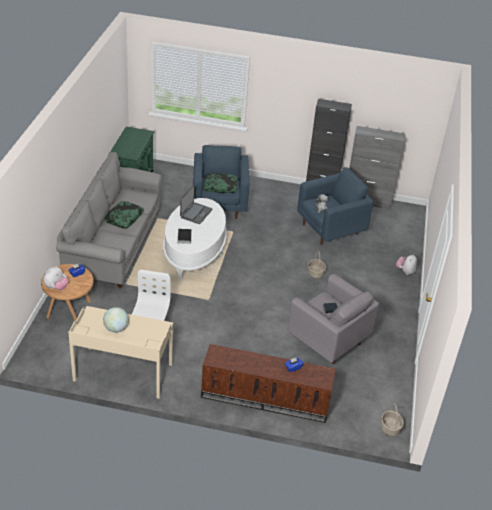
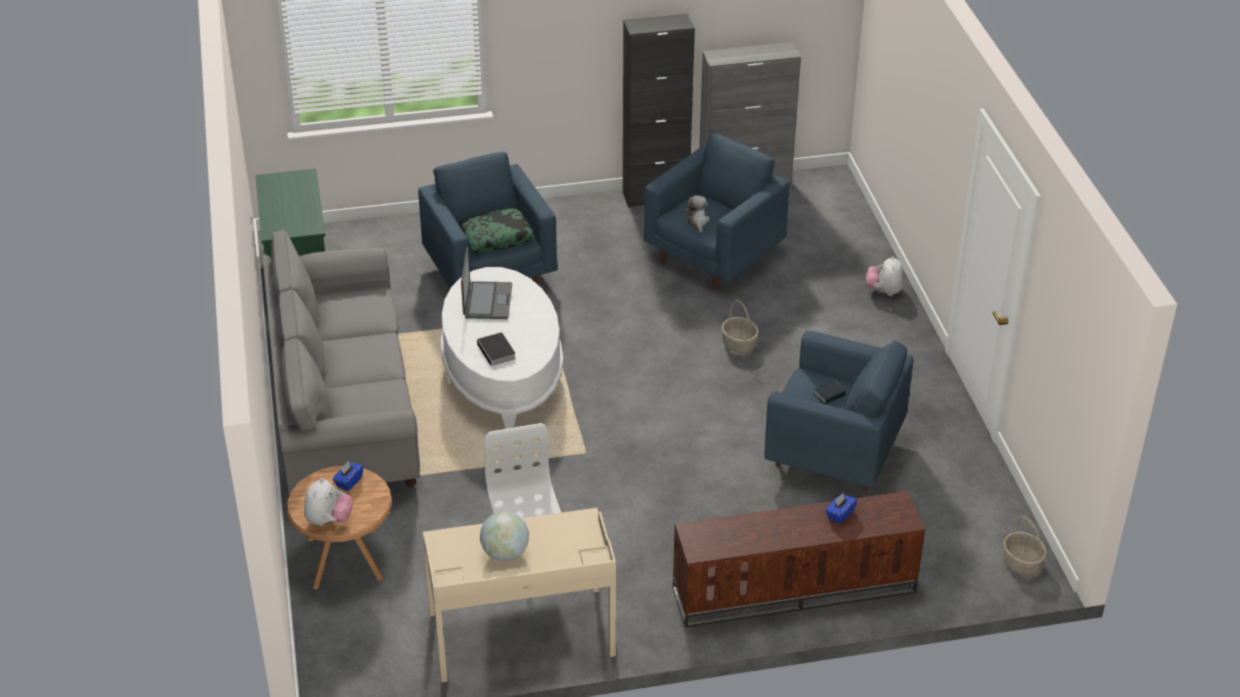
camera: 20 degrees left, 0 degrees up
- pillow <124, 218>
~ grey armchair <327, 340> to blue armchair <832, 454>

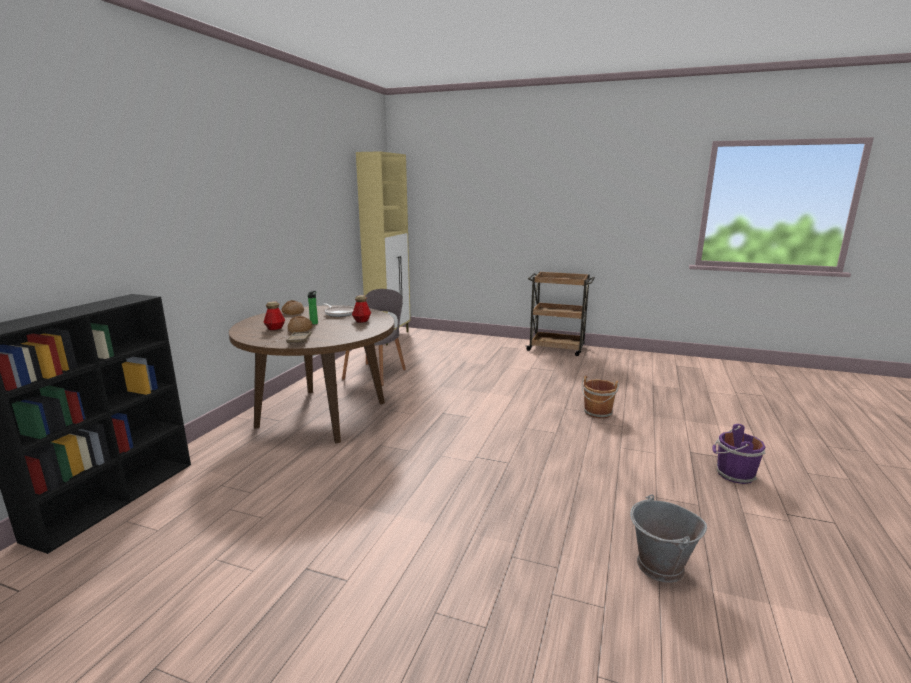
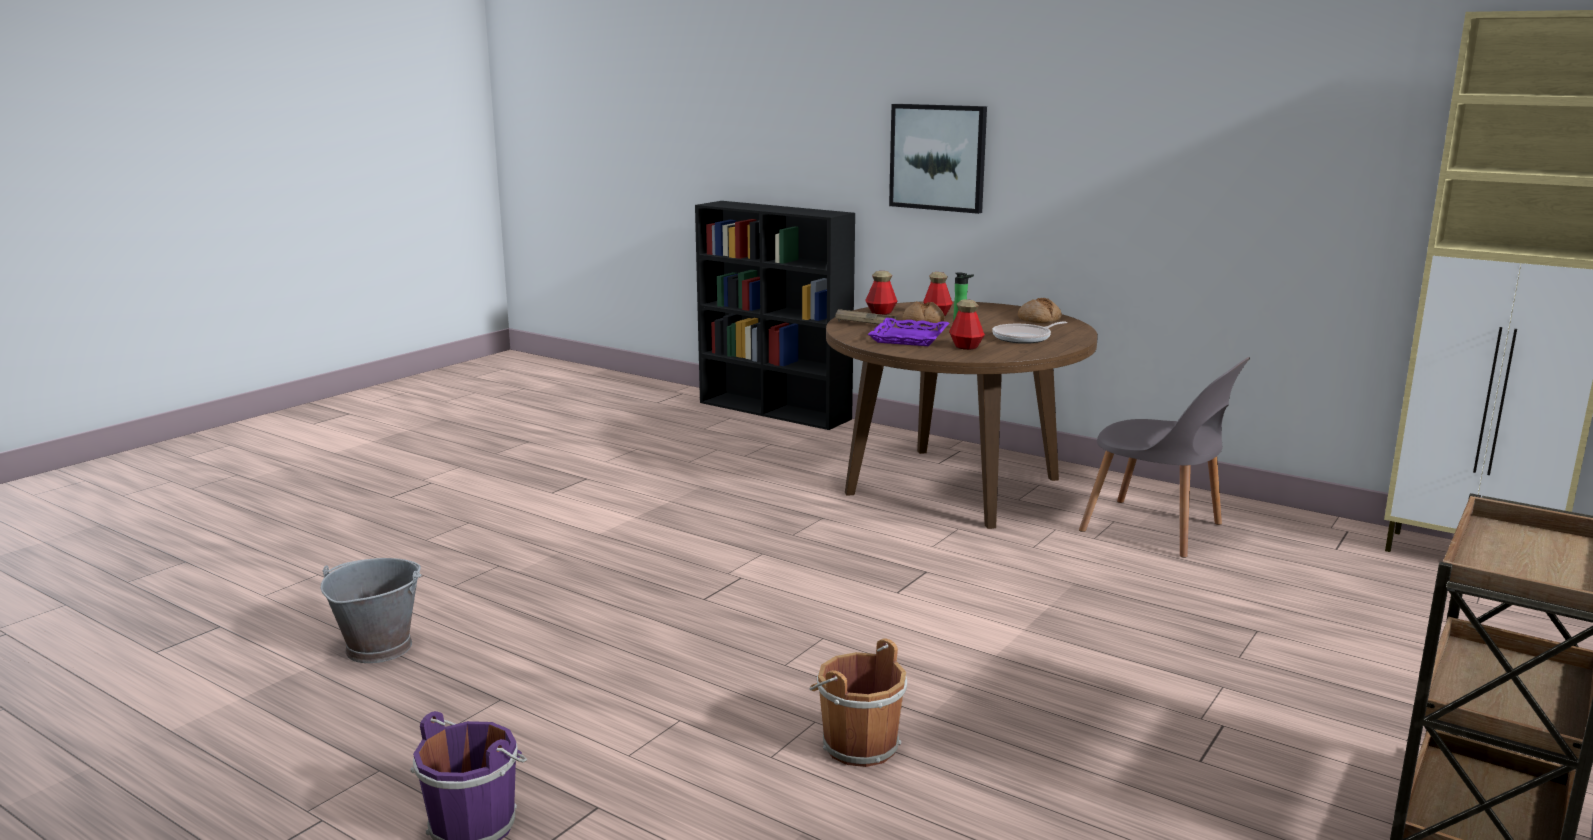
camera: 105 degrees right, 0 degrees up
+ bottle <881, 313>
+ purple tray <909, 338>
+ picture <938, 157>

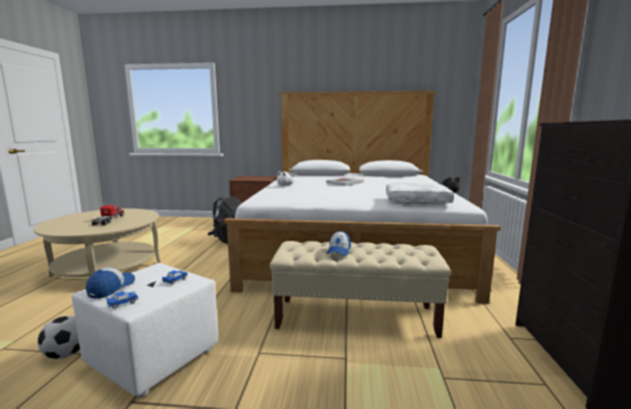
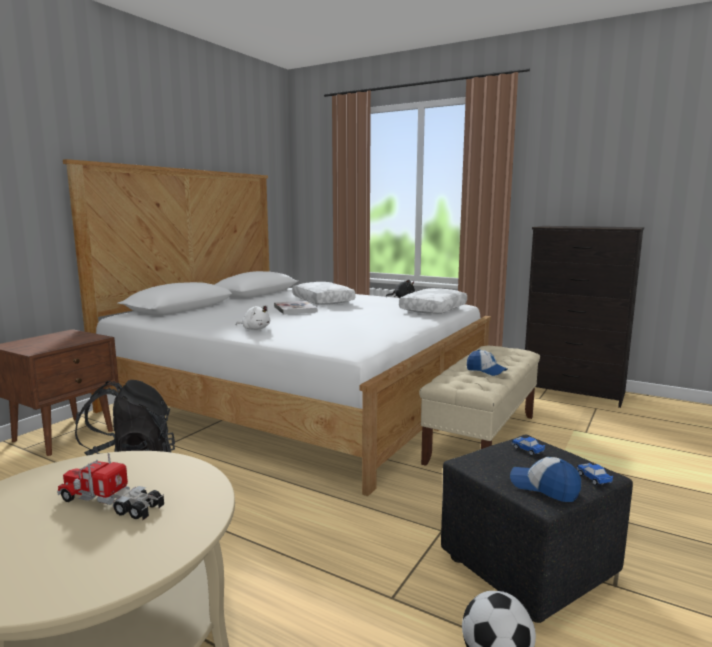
camera: 65 degrees left, 0 degrees up
+ white pillow <321, 301>
~ white ottoman <152, 358> to black ottoman <528, 569>

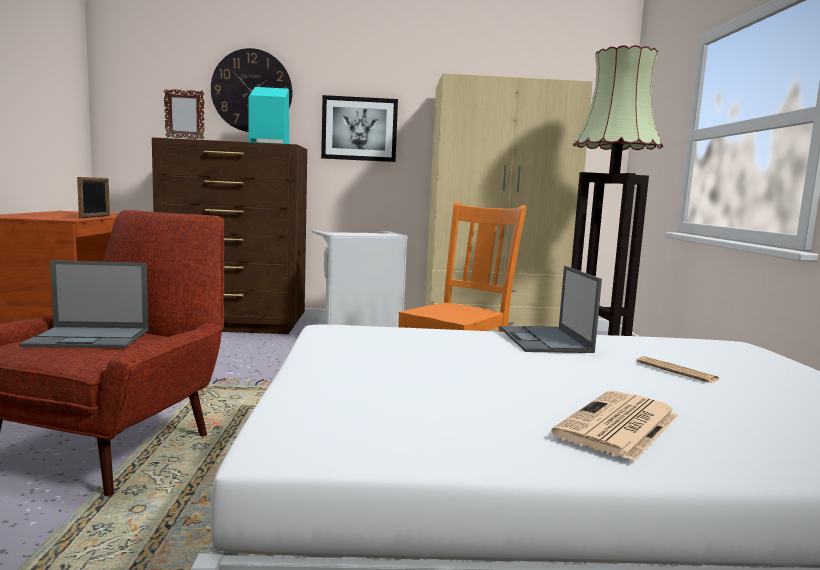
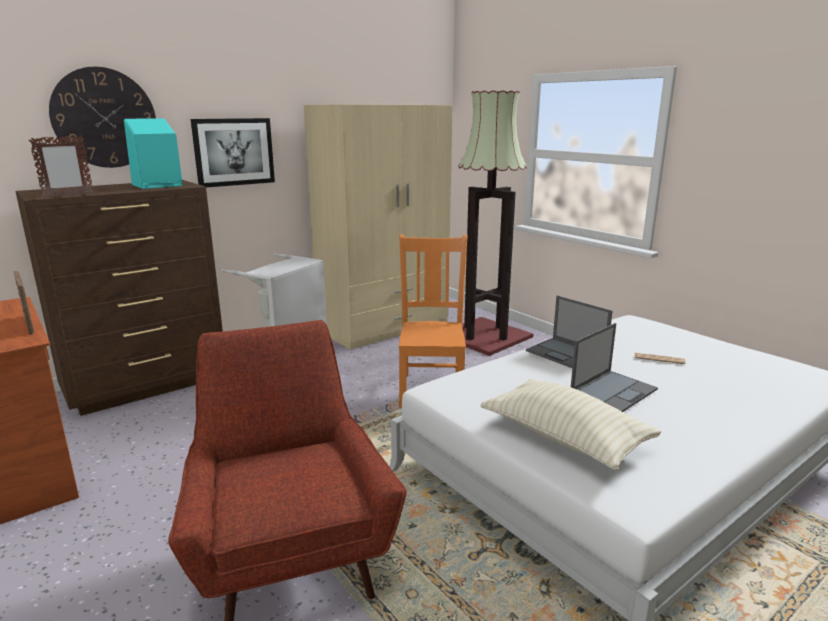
camera: 35 degrees left, 10 degrees up
- newspaper <618, 426>
+ beige pillow <565, 438>
~ laptop <90, 338> to <613, 391>

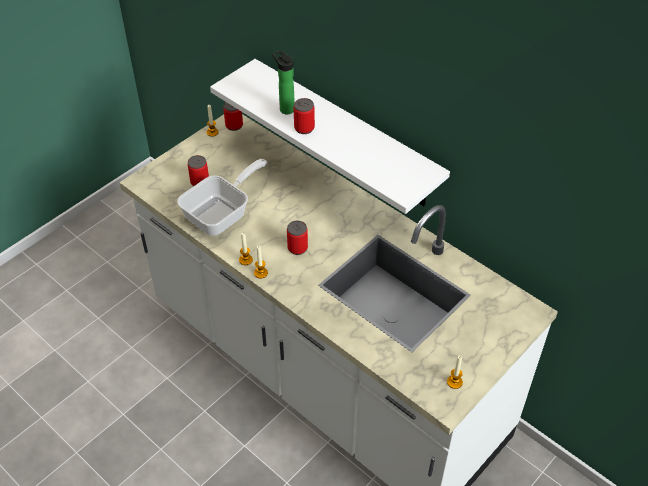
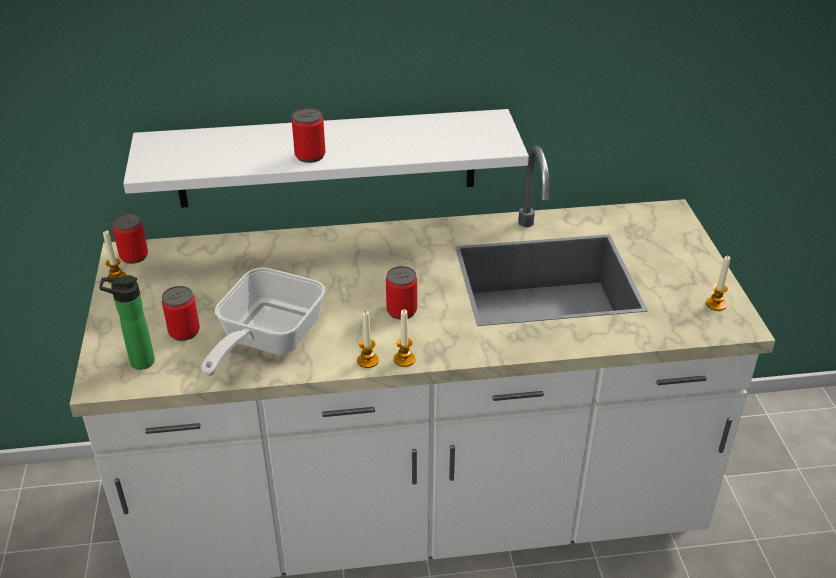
camera: 50 degrees left, 10 degrees down
~ bottle <285, 108> to <138, 362>
~ frying pan <222, 214> = <265, 340> 150 degrees counterclockwise

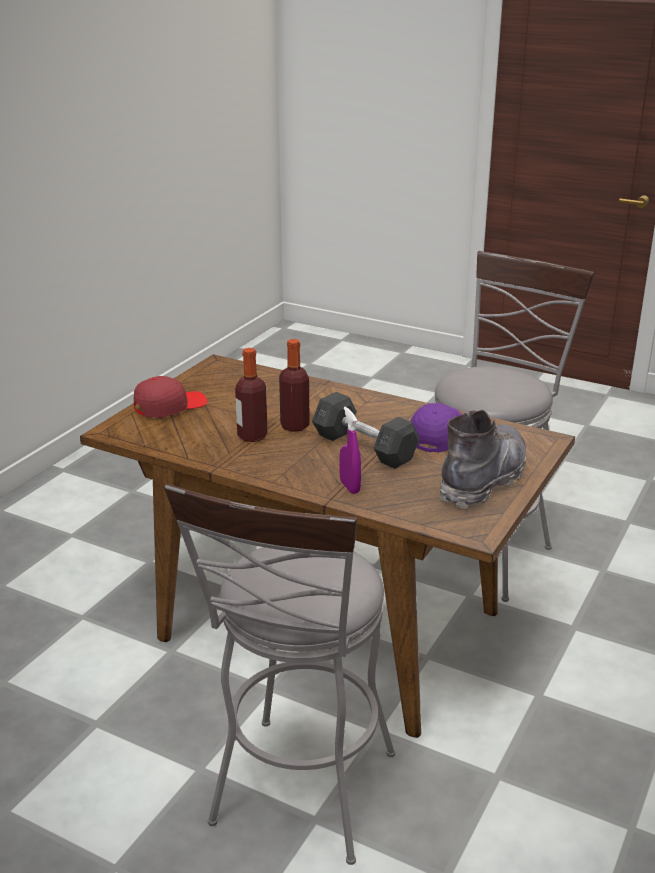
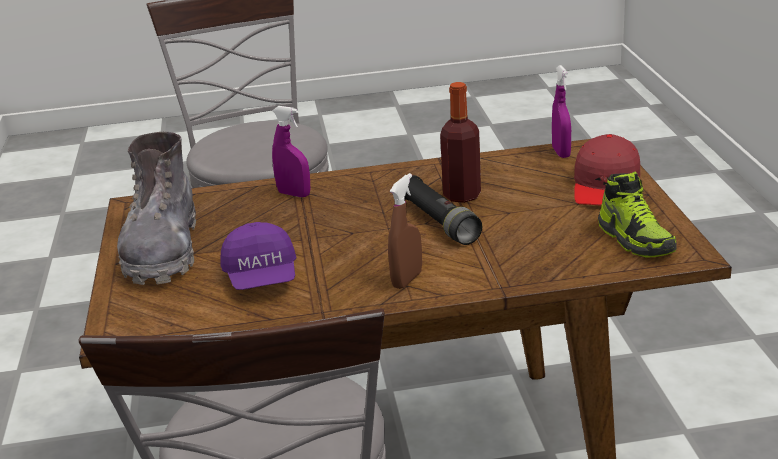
camera: 145 degrees right, 0 degrees up
- grey dumbbell <364, 447>
+ brown spray bottle <407, 280>
+ purple spray bottle <561, 152>
+ shoe <635, 239>
~ bottle <294, 426> to black flashlight <439, 222>

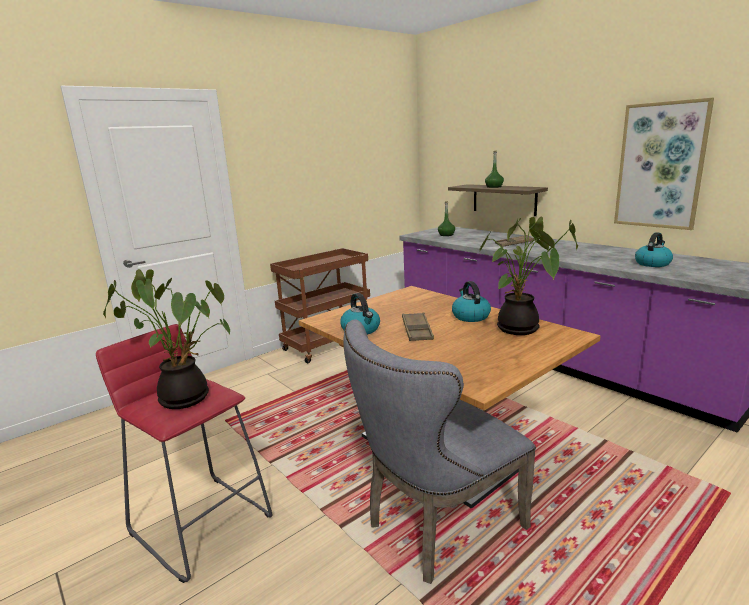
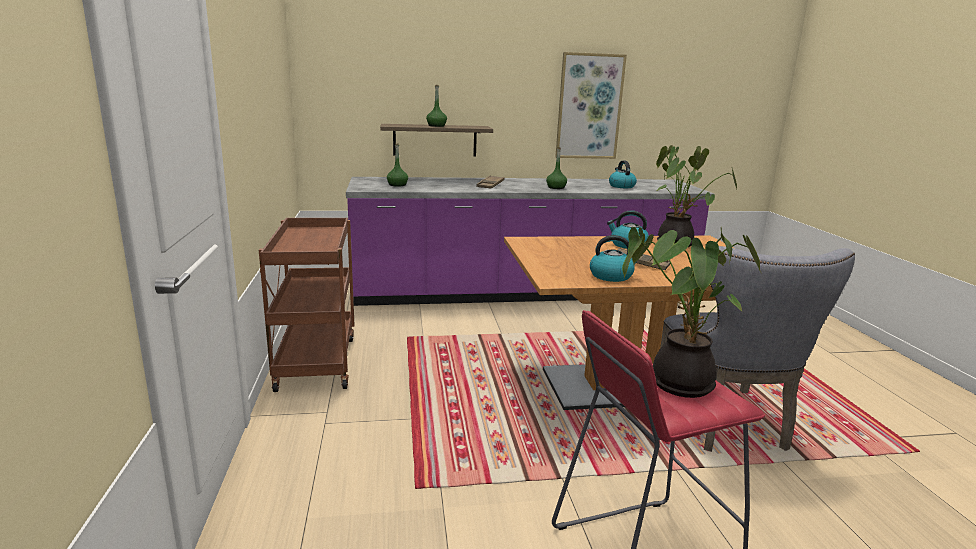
camera: 60 degrees left, 0 degrees up
+ green bottle <556, 187>

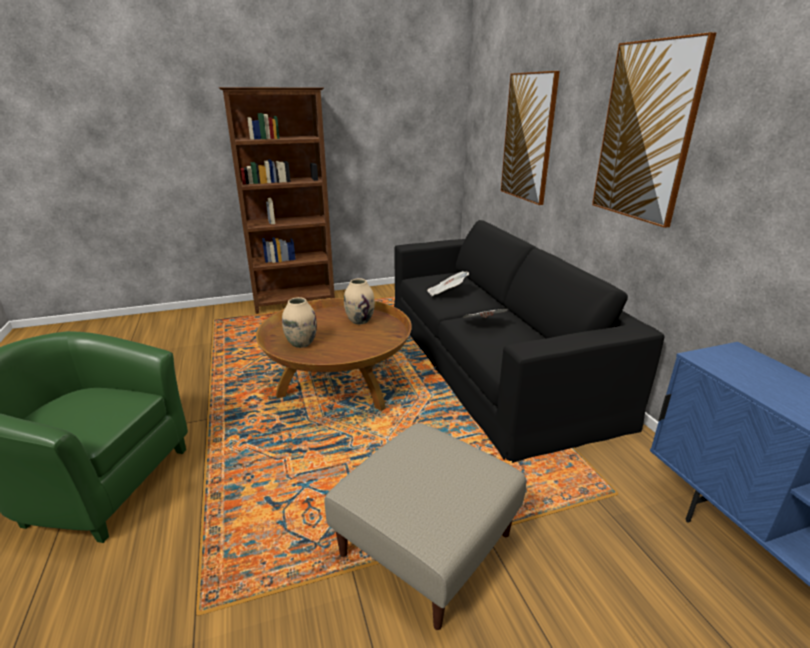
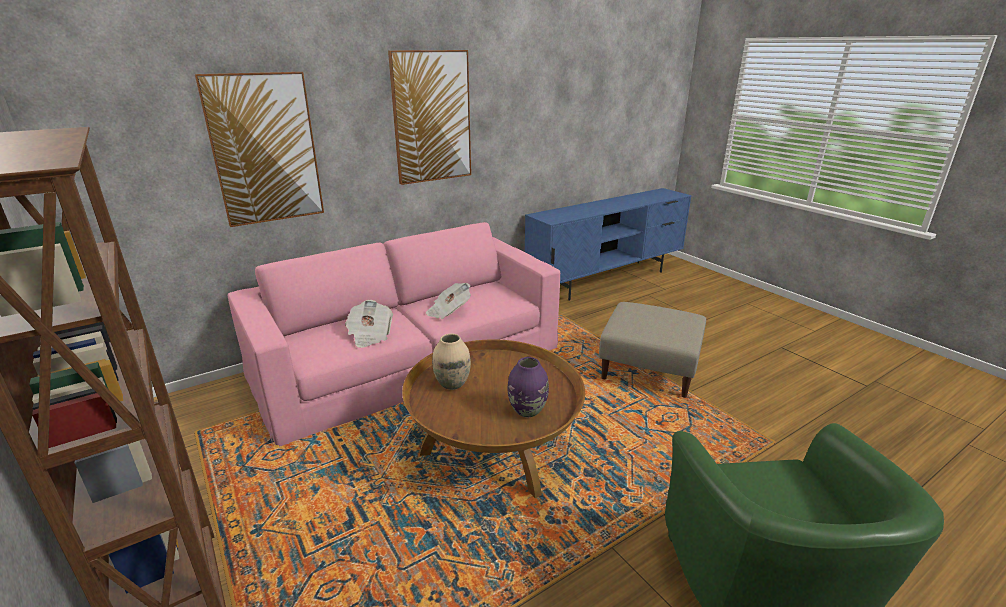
camera: 105 degrees left, 0 degrees up
~ beige vase <301, 343> to purple vase <527, 411>
~ black sofa <492, 359> to pink sofa <409, 360>

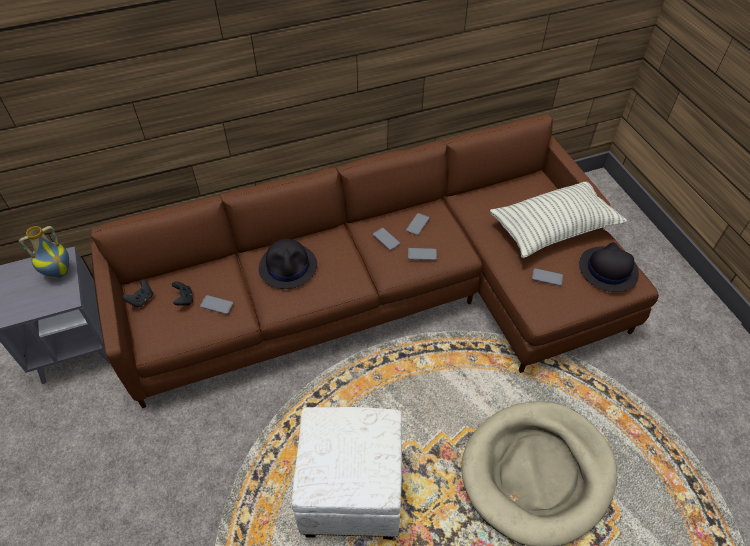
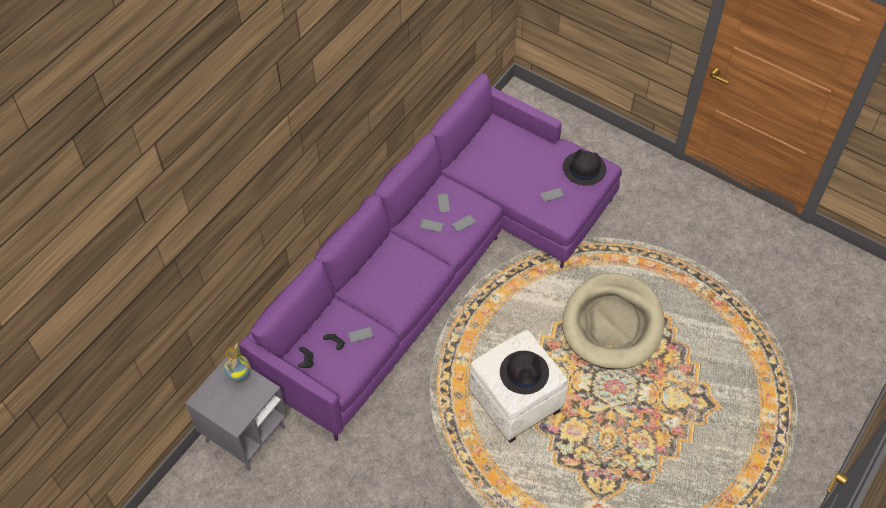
camera: 35 degrees left, 5 degrees up
- pillow <553, 228>
~ black hat <288, 266> to <524, 372>
~ brown sofa <390, 295> to purple sofa <438, 264>

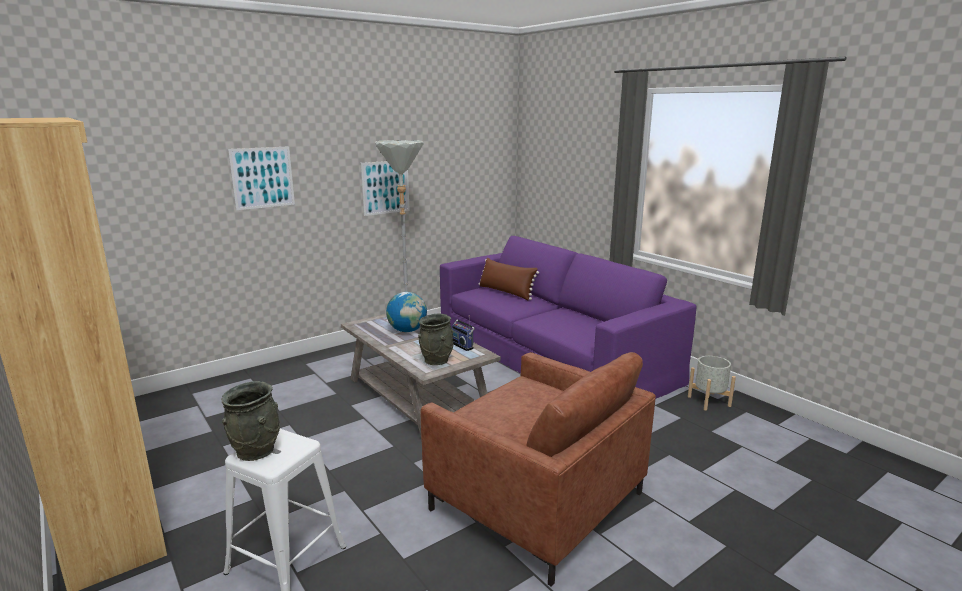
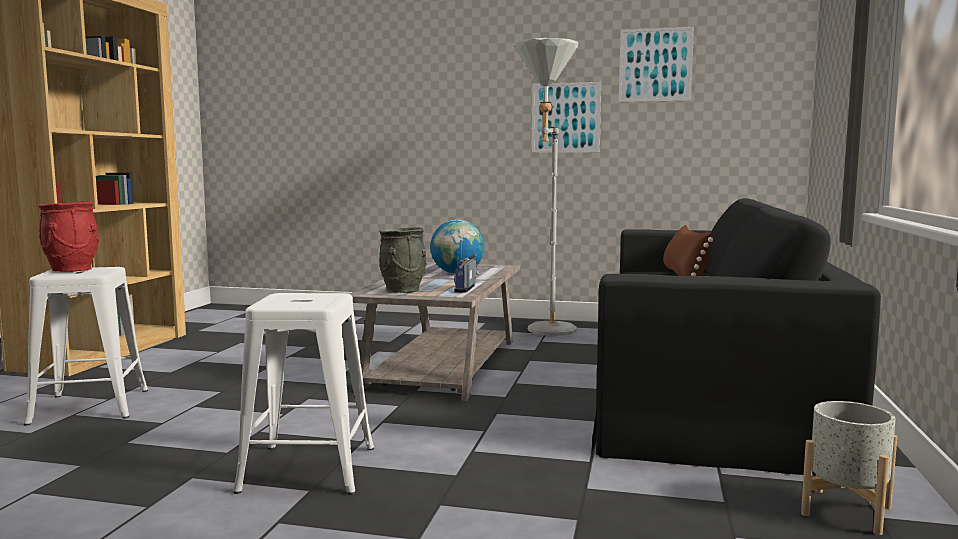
camera: 50 degrees right, 10 degrees down
~ picture <262, 177> to <655, 65>
~ brown armchair <537, 501> to white stool <308, 468>
~ grey vase <256, 451> to red vase <73, 269>
~ purple sofa <551, 353> to black sofa <705, 381>

